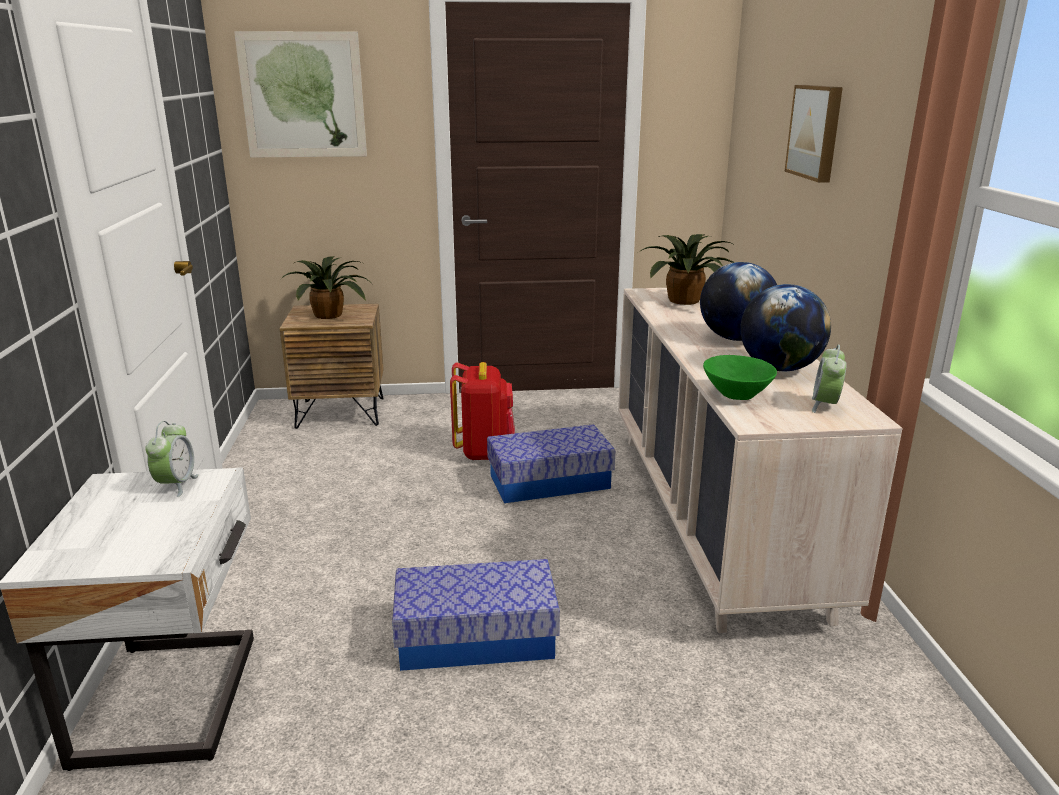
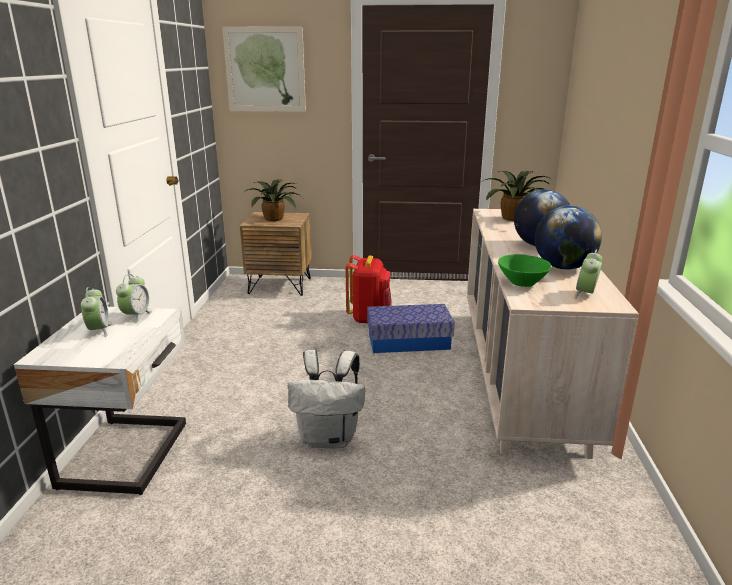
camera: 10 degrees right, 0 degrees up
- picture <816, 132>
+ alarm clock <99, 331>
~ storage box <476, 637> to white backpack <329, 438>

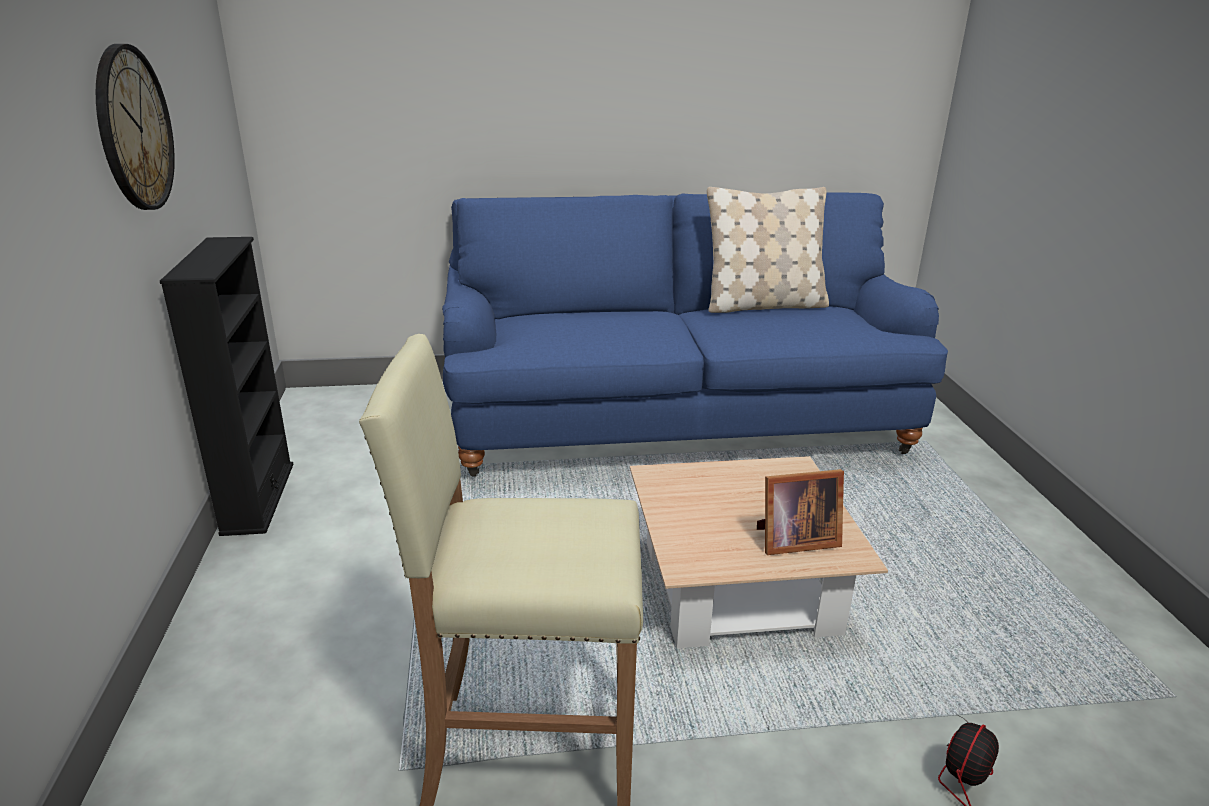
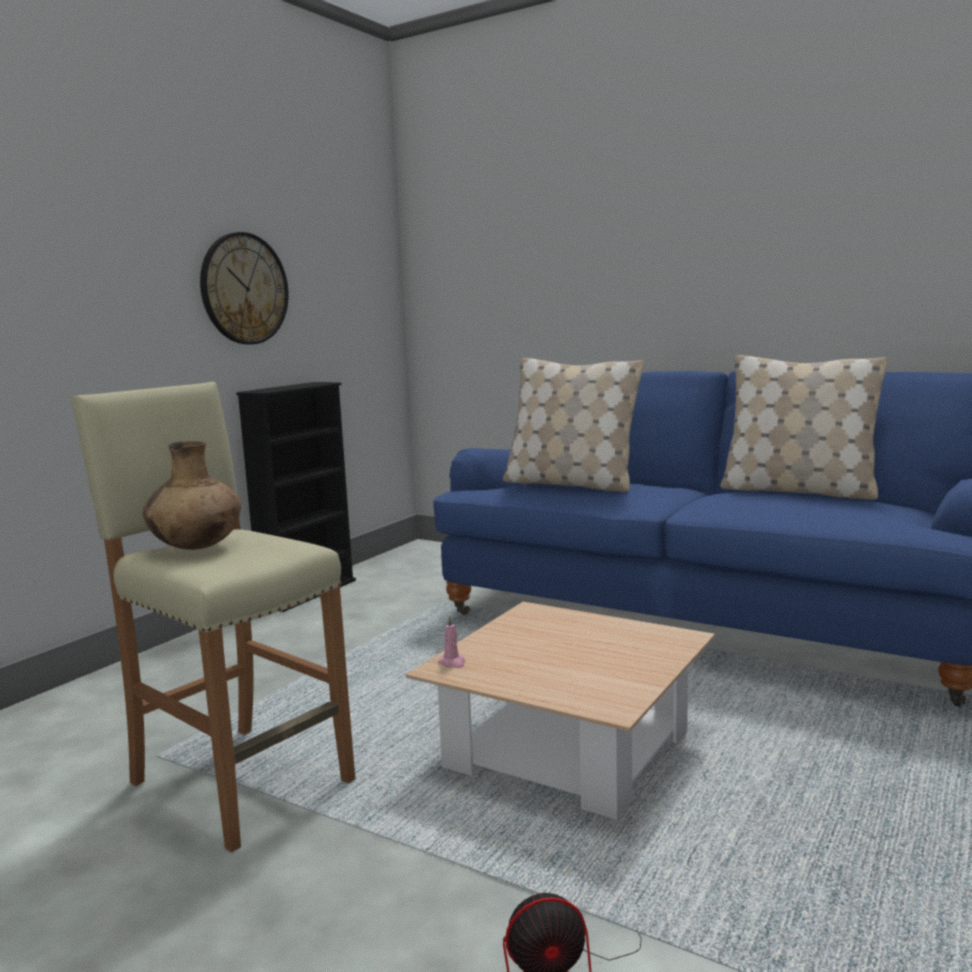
camera: 40 degrees right, 15 degrees down
- picture frame <793, 540>
+ brown vase <196, 547>
+ pink candle <452, 663>
+ beige pillow <570, 484>

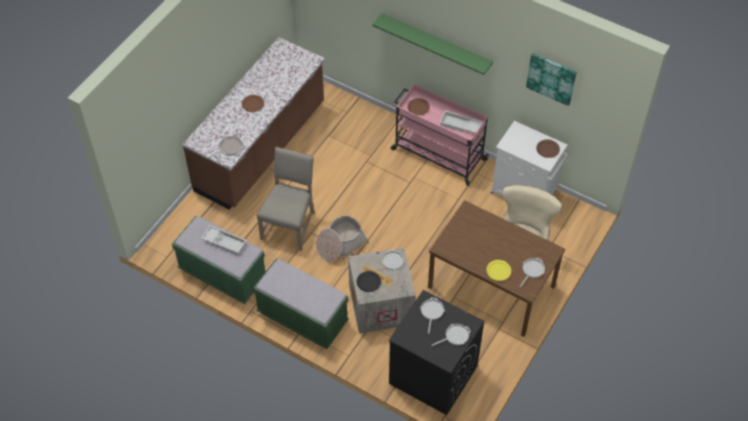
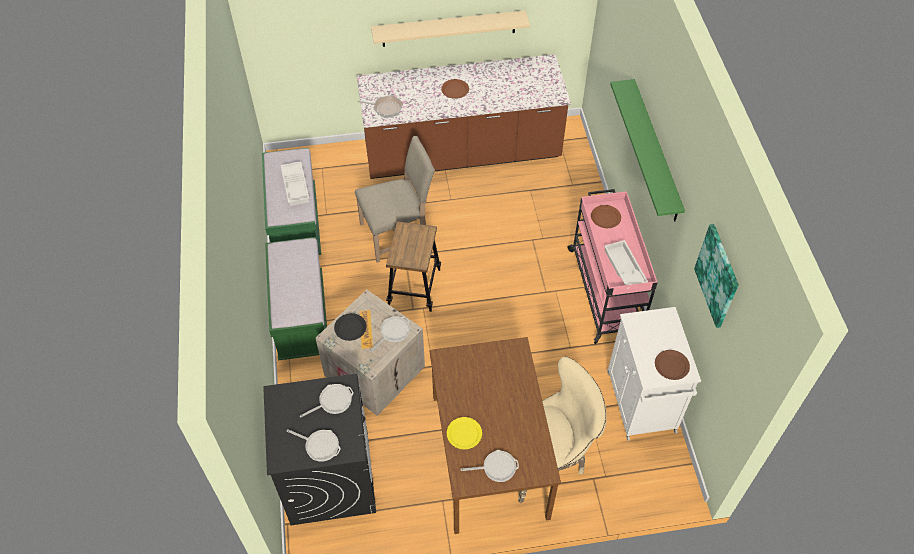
camera: 50 degrees right, 0 degrees up
+ beige shelf <449, 28>
~ basket <340, 244> to stool <414, 287>

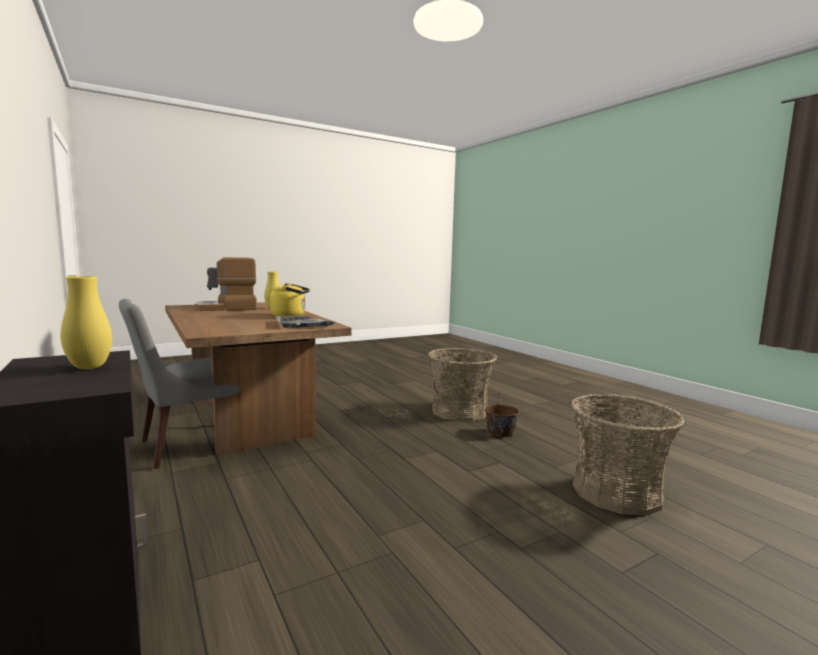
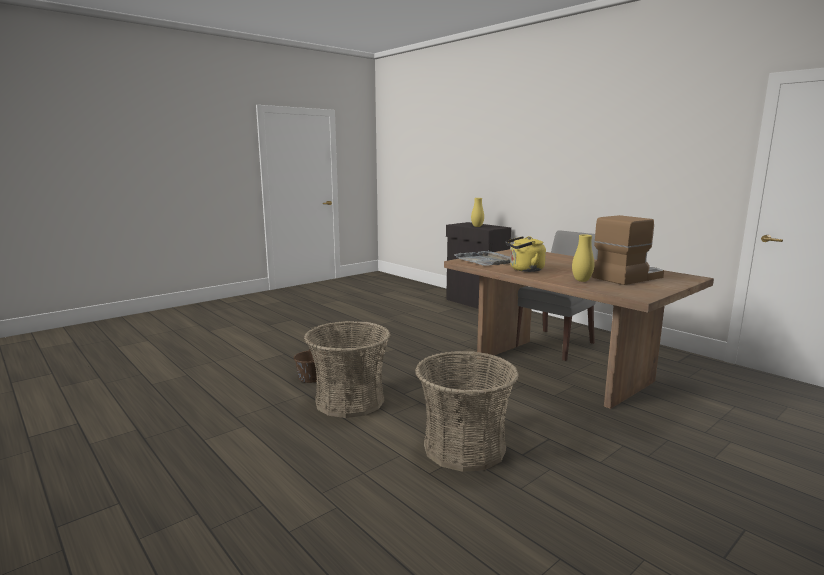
camera: 170 degrees right, 5 degrees up
~ basket <616, 492> to <464, 447>

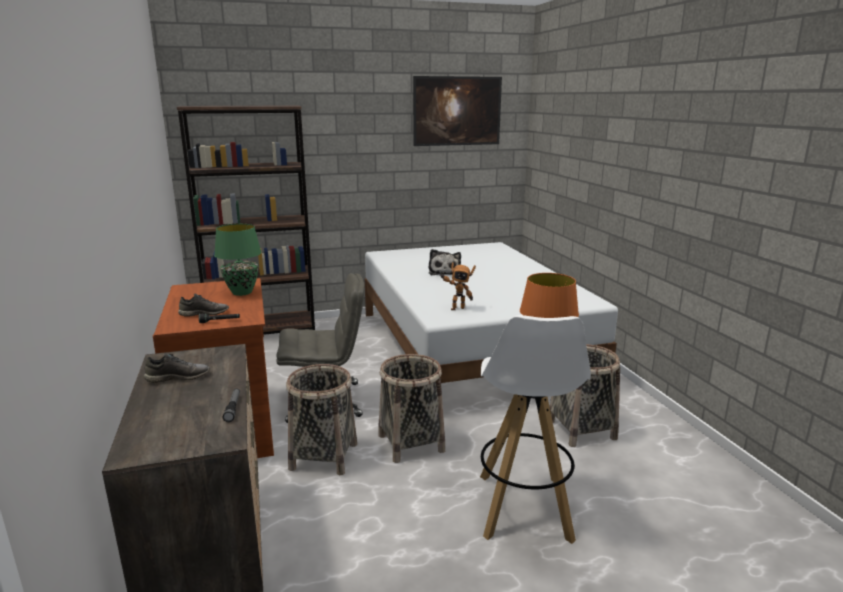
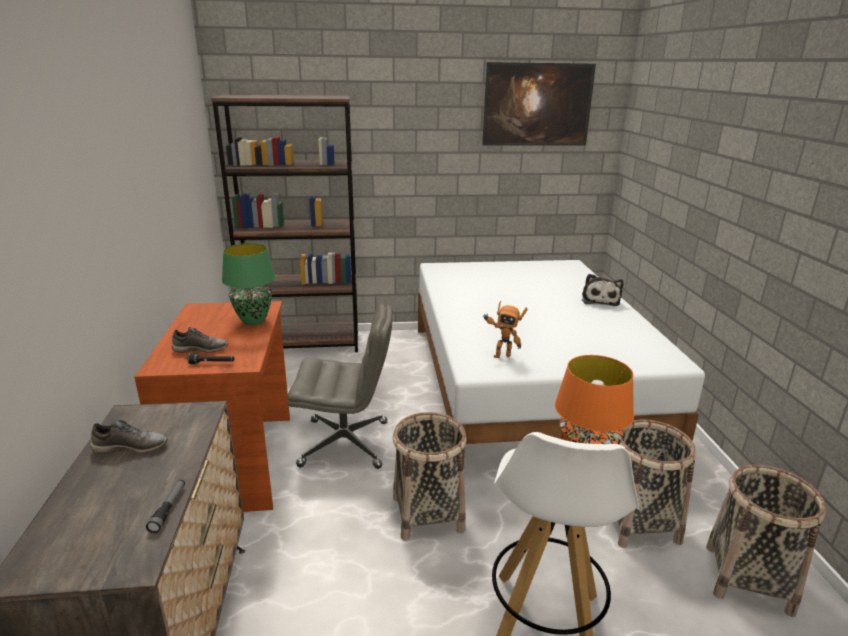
camera: 10 degrees right, 5 degrees up
~ basket <323, 456> to <747, 578>
~ plush toy <444, 272> to <600, 300>

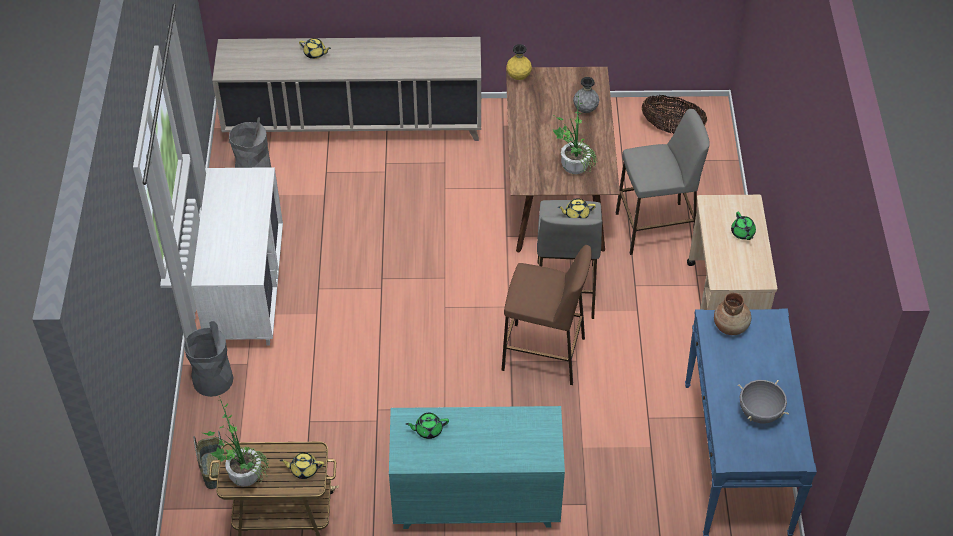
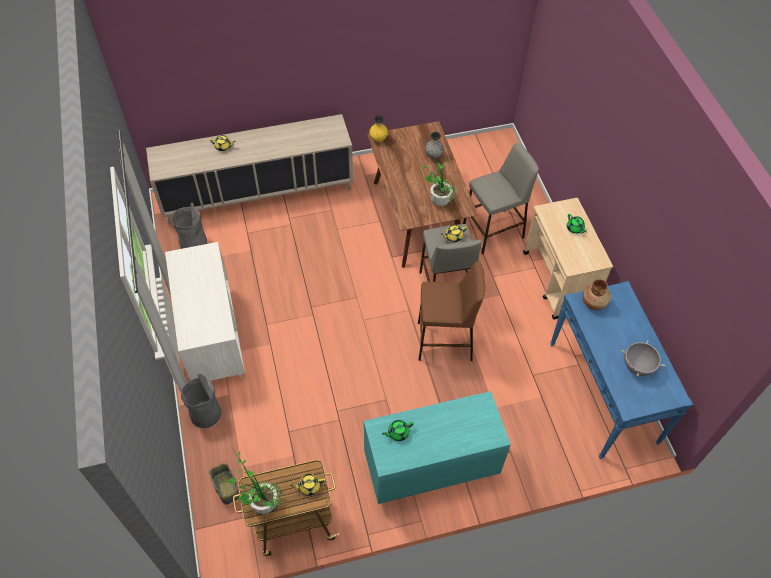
camera: 15 degrees left, 5 degrees up
- basket <672, 129>

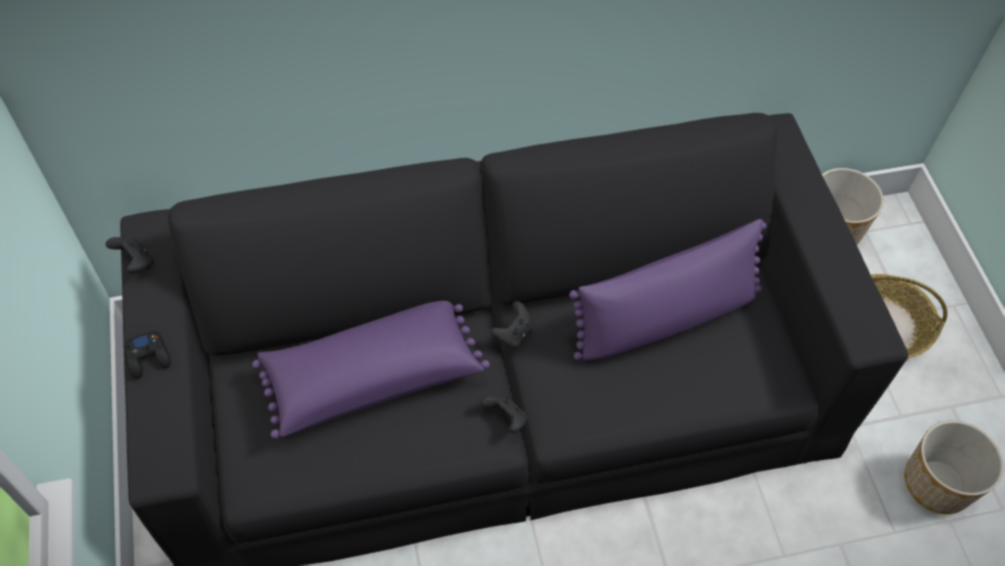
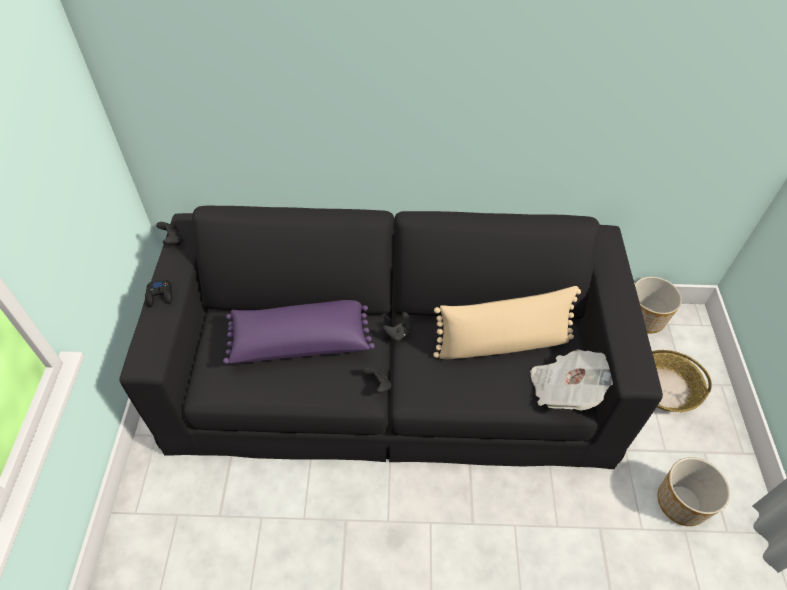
camera: 15 degrees right, 5 degrees down
+ newspaper <565, 389>
~ purple pillow <666, 317> to beige pillow <503, 343>

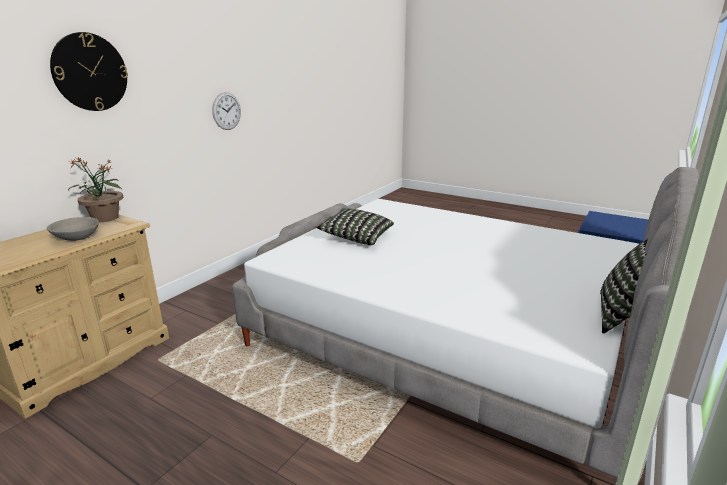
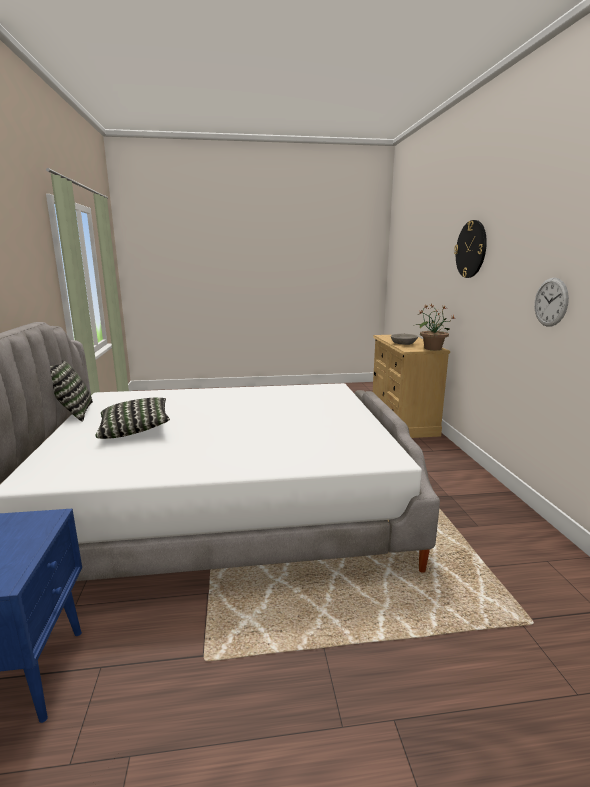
camera: 140 degrees right, 5 degrees down
~ pillow <357, 237> to <135, 430>

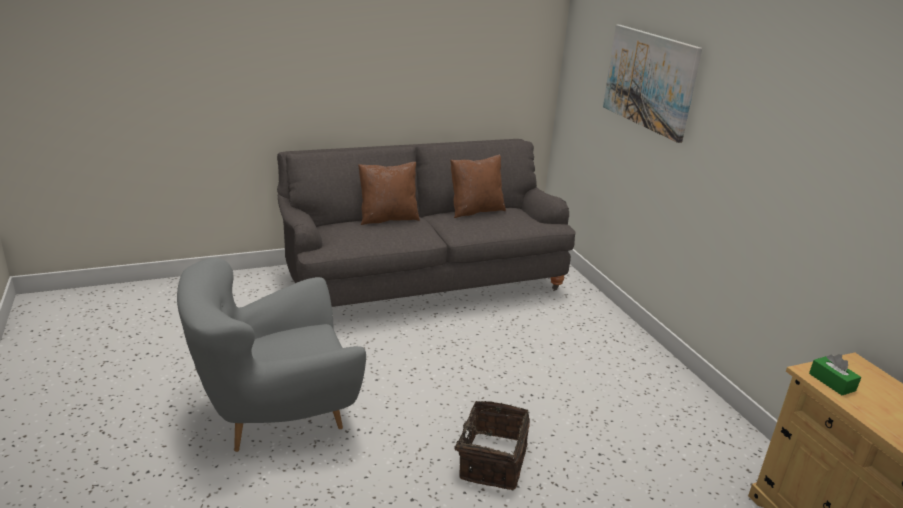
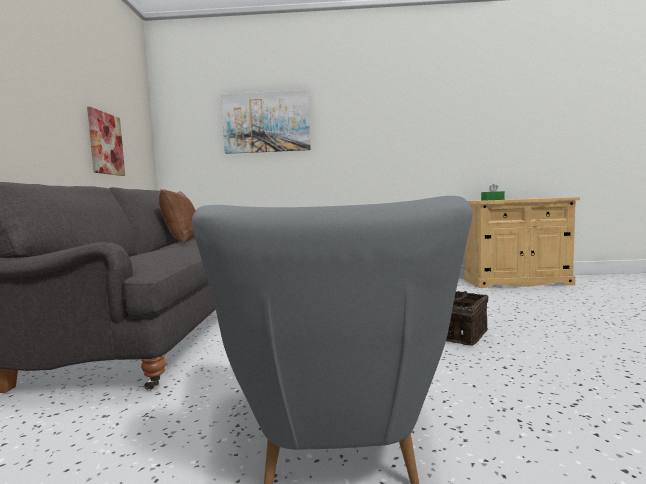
camera: 65 degrees left, 20 degrees down
- brown pillow <388, 218>
+ picture <105, 143>

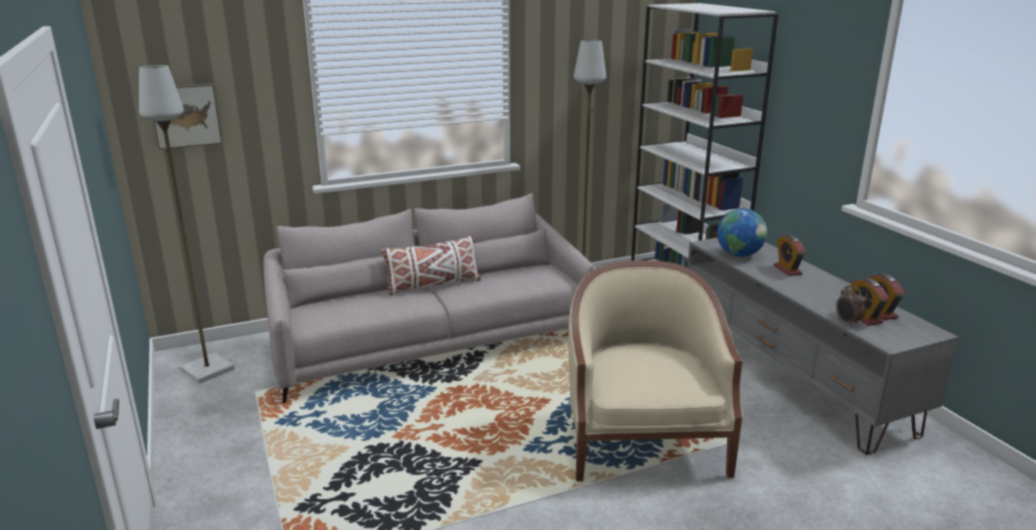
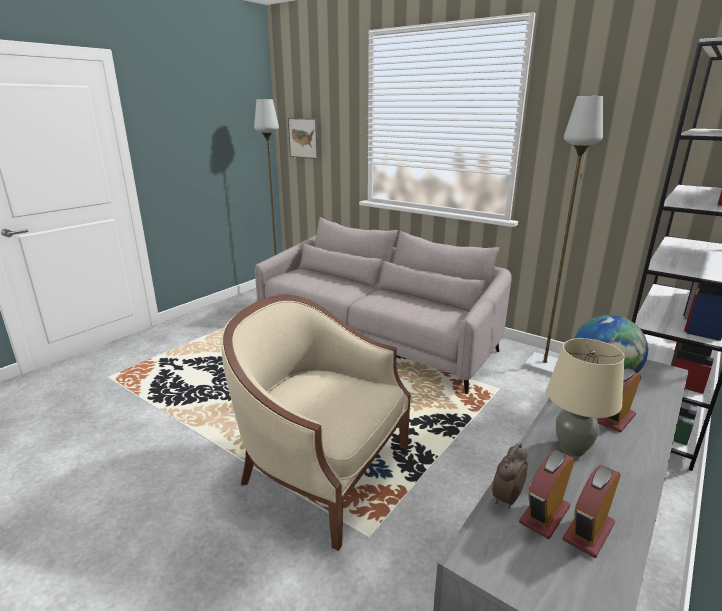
camera: 60 degrees right, 0 degrees up
- white pillow <433, 285>
+ beige table lamp <572, 448>
~ beige armchair <643, 441> = <322, 470> 120 degrees counterclockwise

